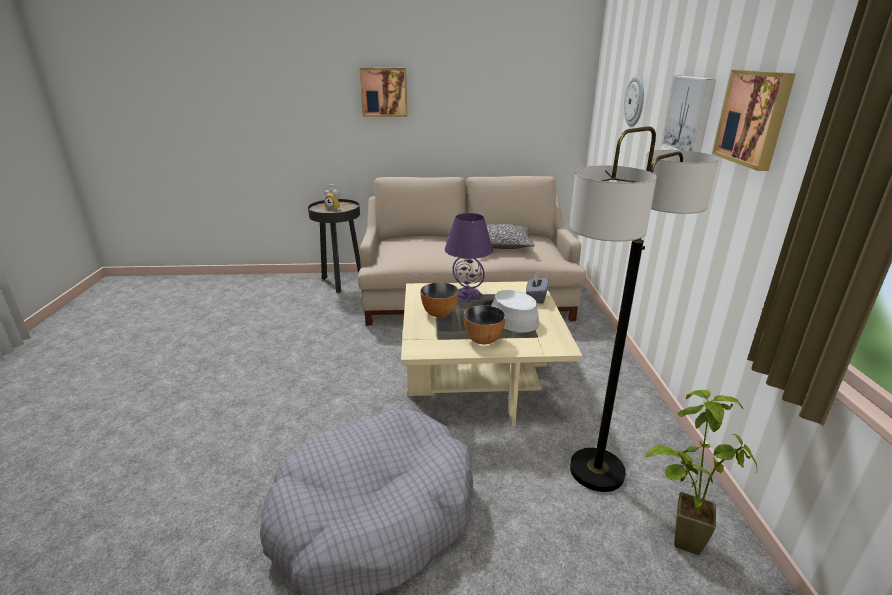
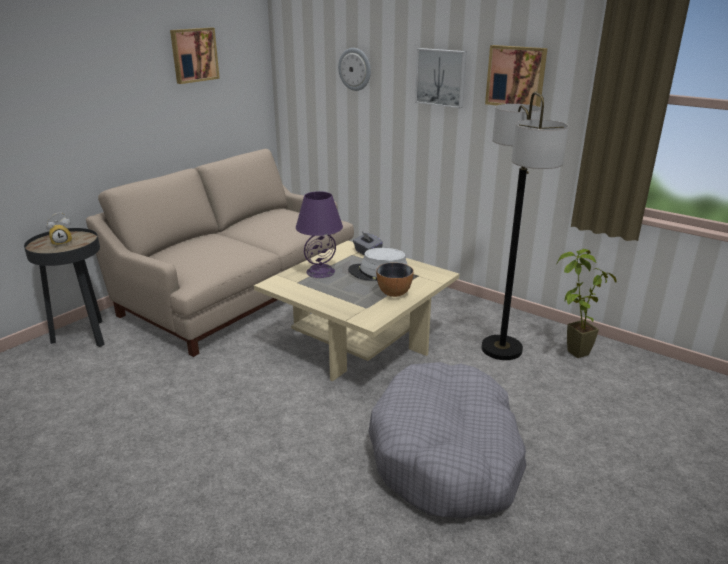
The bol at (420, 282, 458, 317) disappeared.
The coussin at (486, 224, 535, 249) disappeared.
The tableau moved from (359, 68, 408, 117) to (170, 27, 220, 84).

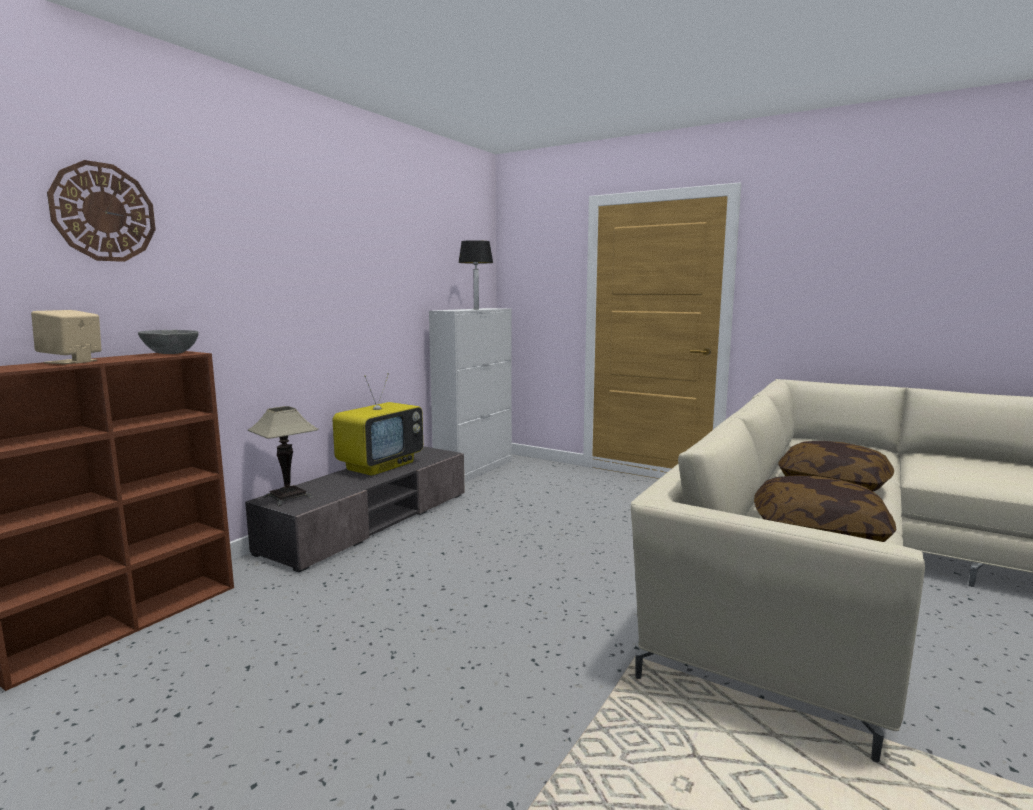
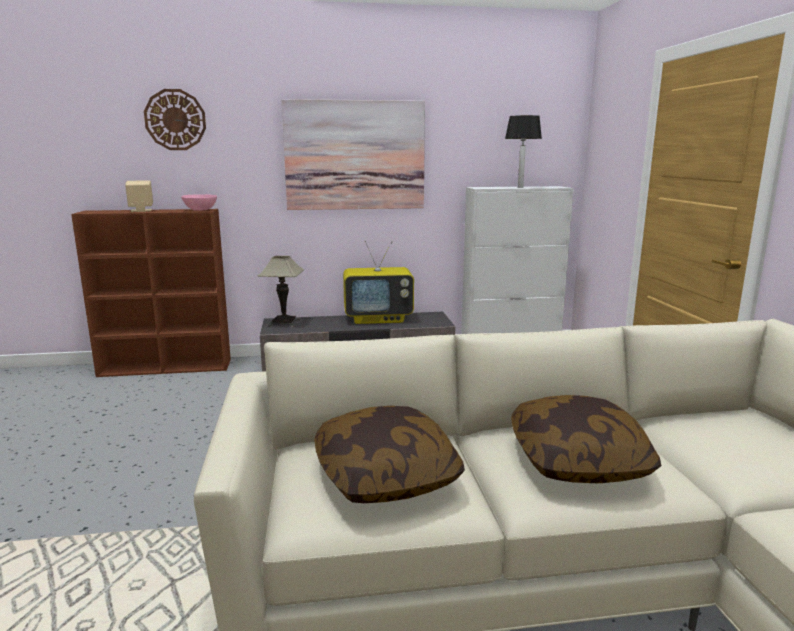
The tableau at (282, 99, 425, 210) appeared.
The bol/gris at (138, 330, 198, 354) became the bol/rose at (181, 194, 217, 211).

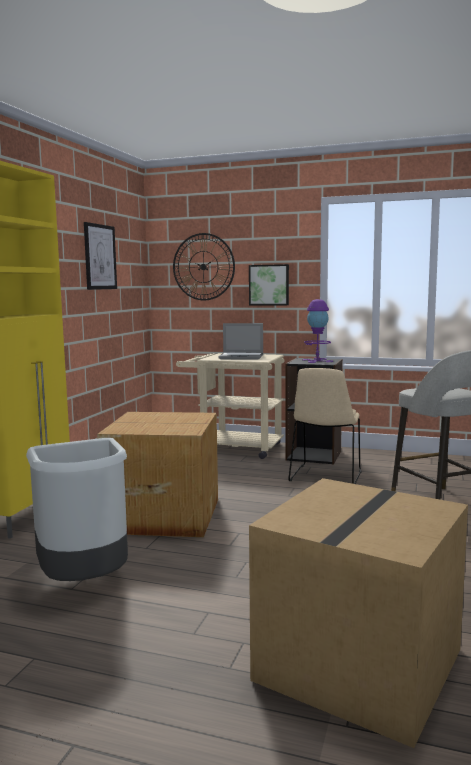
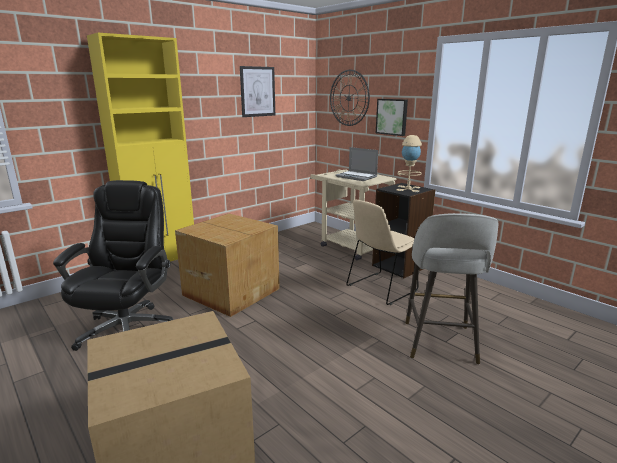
The poubelle/gris at (26, 438, 128, 581) was replaced by the chaise de bureau/noir at (53, 180, 173, 351).
The lampe de table/violet at (302, 299, 333, 363) became the lampe de table/beige at (396, 135, 422, 192).

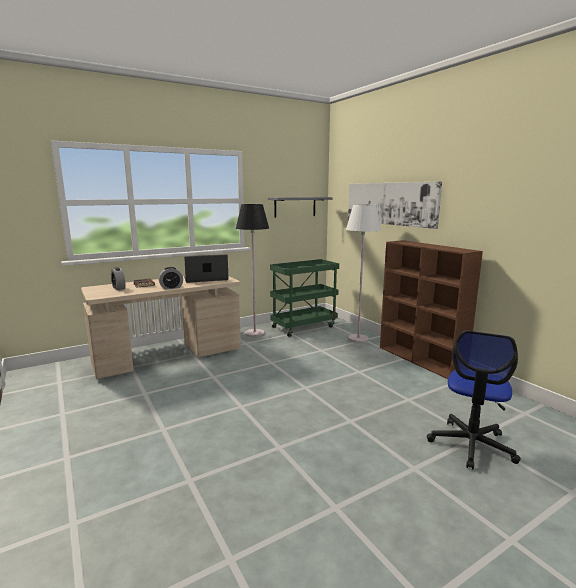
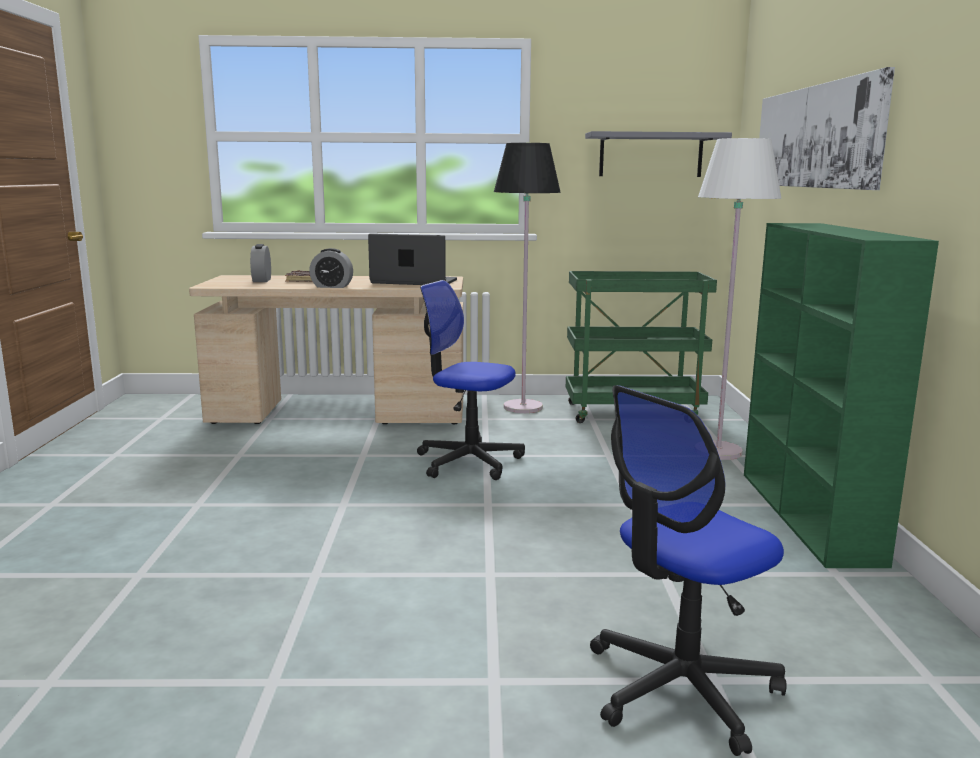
The chaise de bureau at (417, 280, 525, 480) appeared.
The bibliothèque/marron at (380, 240, 483, 379) became the bibliothèque/vert at (744, 223, 939, 568).

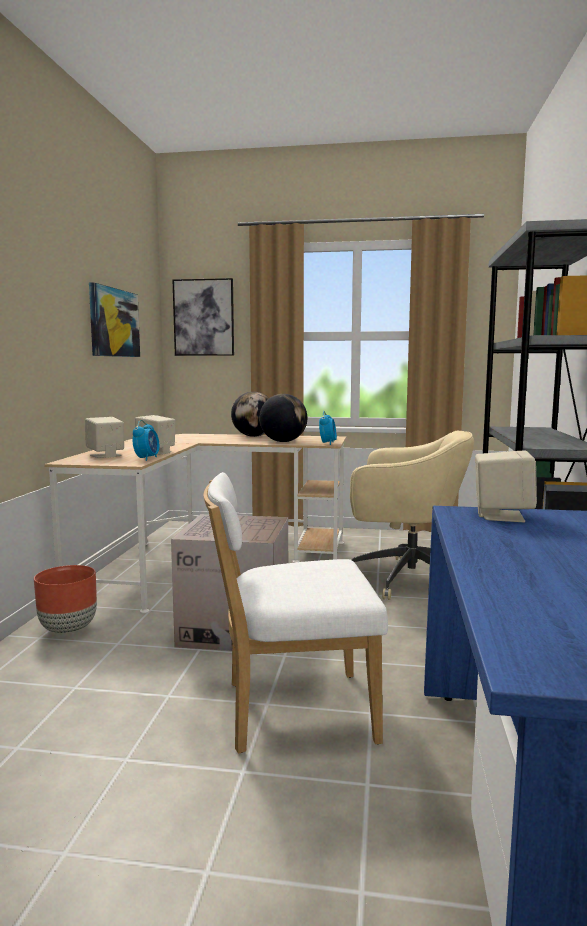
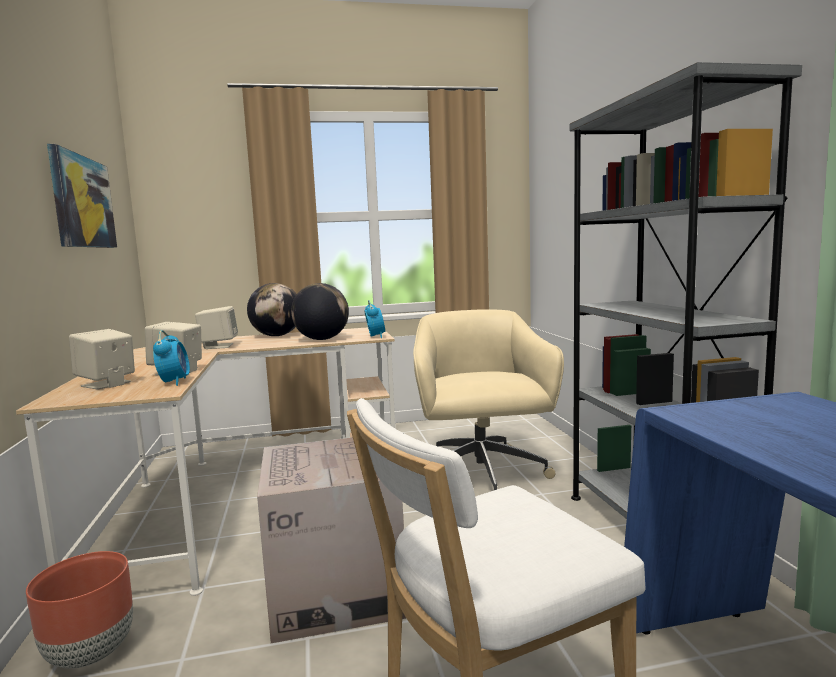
The tableau at (173, 278, 234, 356) disappeared.
The enceinte/beige moved from (475, 451, 537, 522) to (195, 306, 238, 349).
The chaise de bureau/beige at (350, 431, 474, 600) turned 90 degrees counterclockwise.

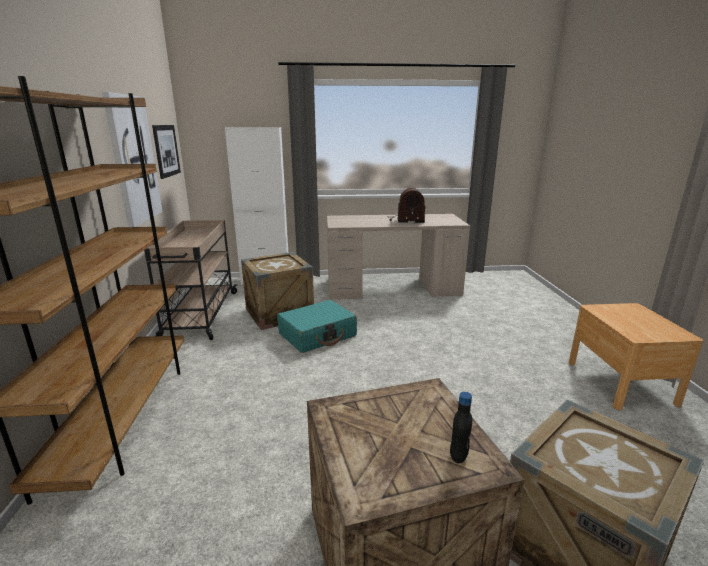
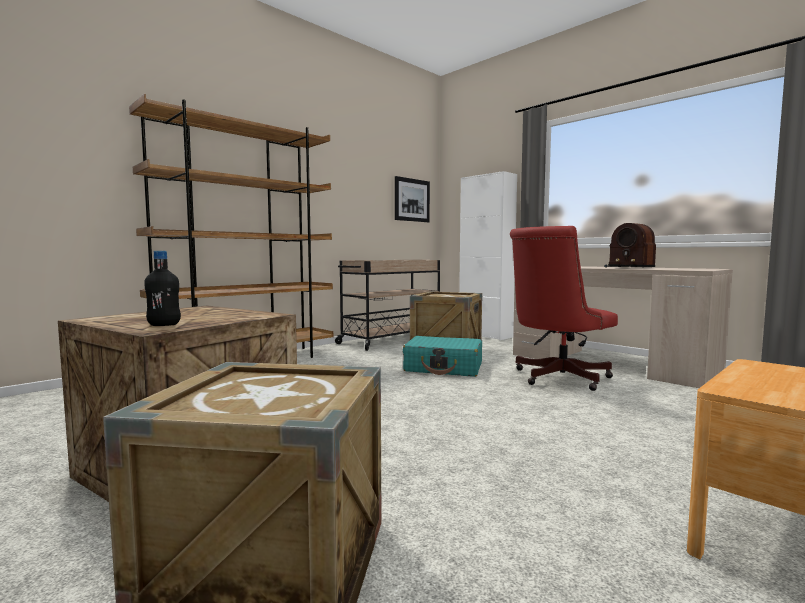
The tableau at (102, 92, 163, 227) disappeared.
The chaise de bureau/rouge at (510, 226, 618, 391) appeared.

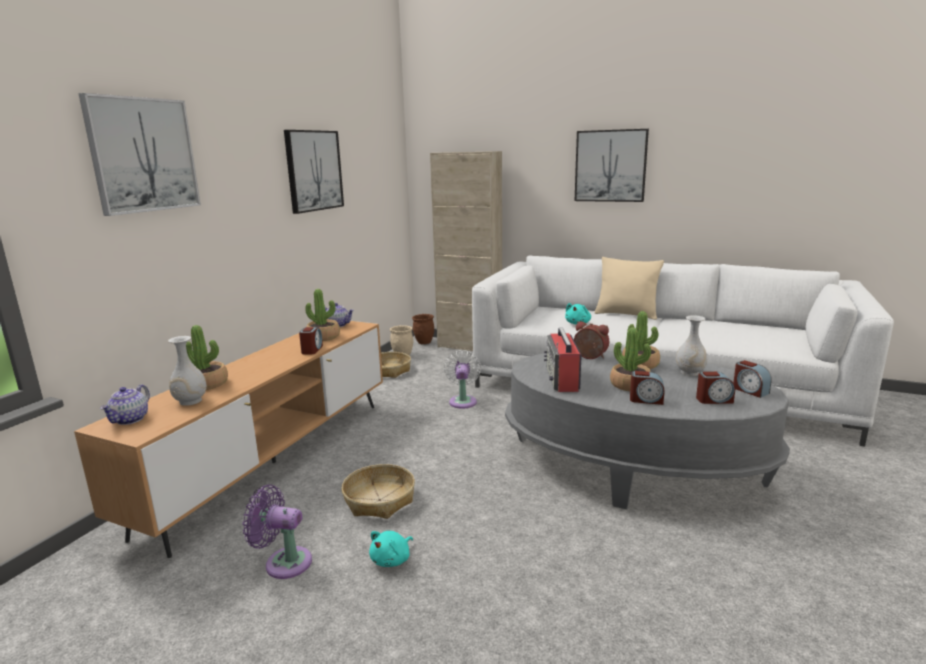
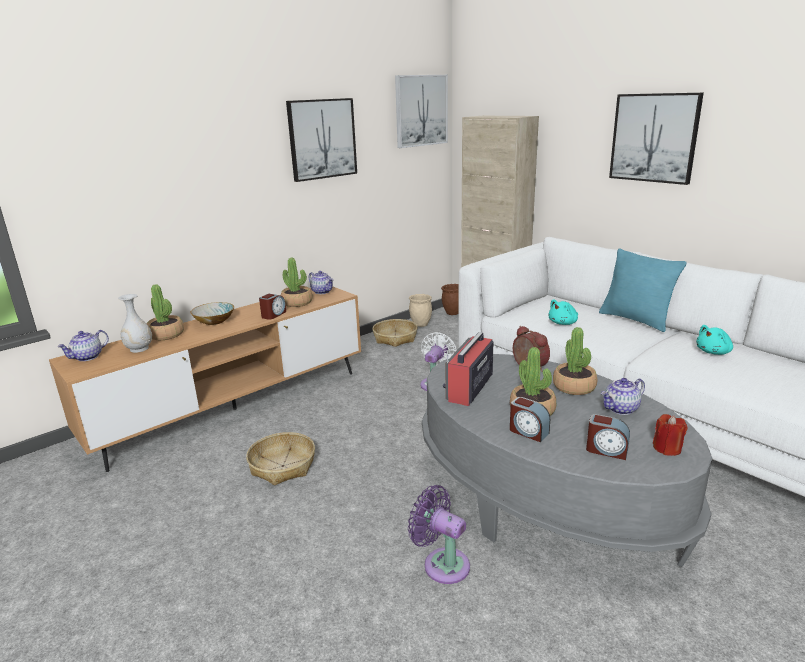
The bol at (190, 302, 234, 325) appeared.
The tableau moved from (78, 93, 201, 216) to (395, 75, 448, 148).
The ventilateur/violet moved from (243, 485, 312, 579) to (408, 485, 470, 584).
The peluche/turquoise moved from (369, 531, 413, 567) to (696, 325, 733, 355).
The vase/blanc at (676, 315, 707, 376) was replaced by the théière at (601, 378, 645, 415).
The réveil at (733, 360, 772, 398) was replaced by the bougie/rouge at (653, 414, 687, 456).
The coussin/beige at (595, 257, 664, 320) became the coussin/turquoise at (599, 248, 687, 332).

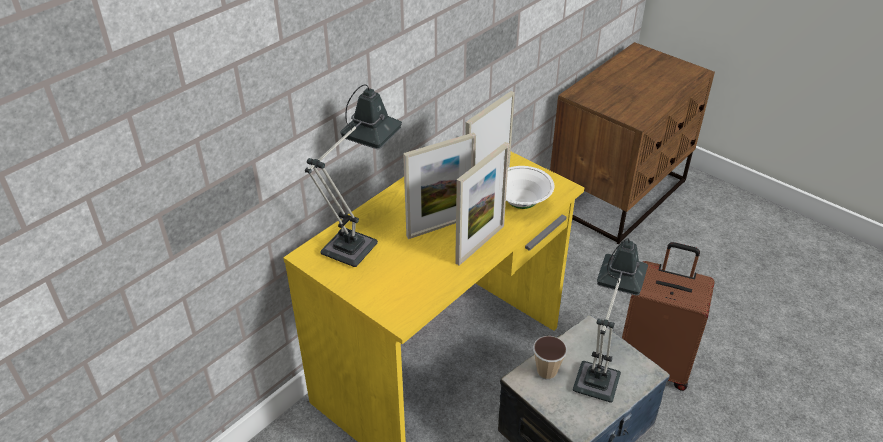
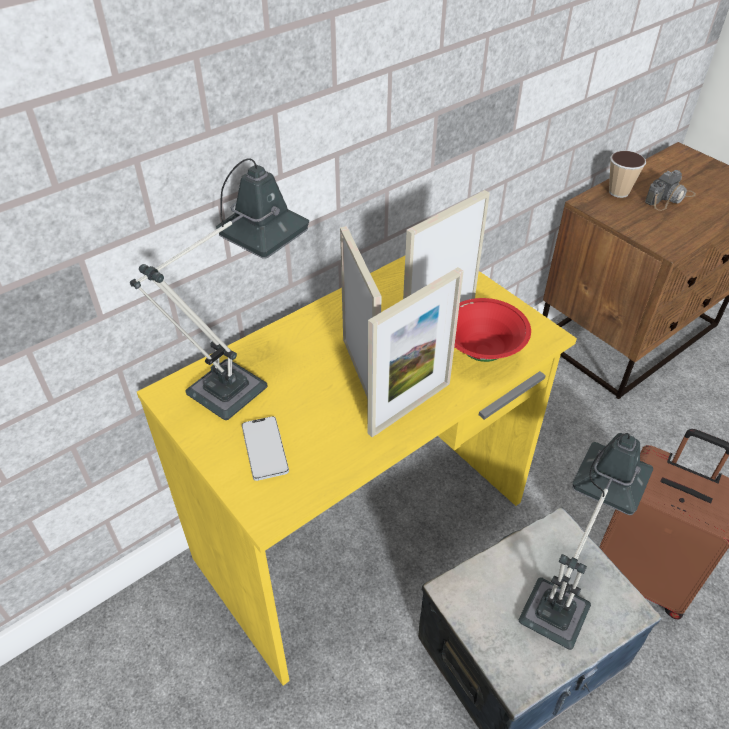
The téléphone at (242, 416, 289, 481) appeared.
The appareil photo at (645, 170, 696, 211) appeared.
The tasse moved from (533, 336, 567, 380) to (609, 151, 646, 198).
The bol/blanc at (506, 166, 554, 209) became the bol/rouge at (454, 298, 531, 362).
The cadre photo at (403, 132, 476, 239) turned 90 degrees counterclockwise.

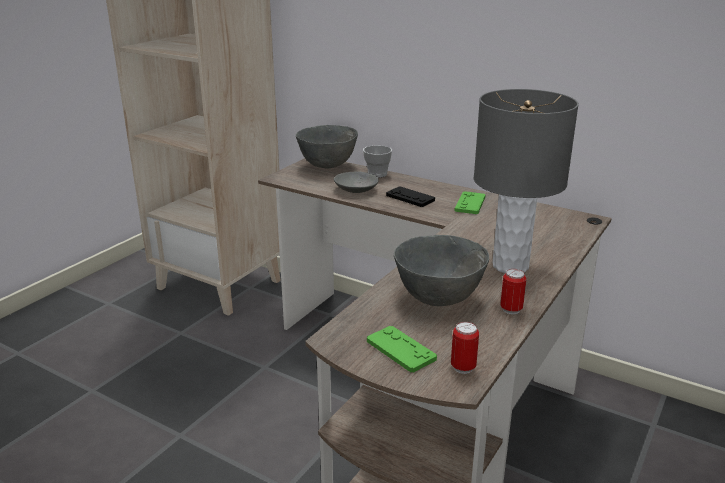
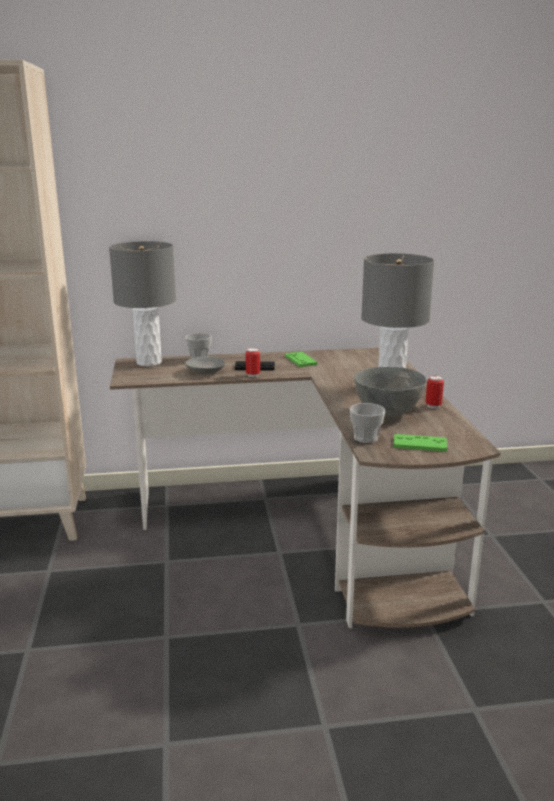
The tasse at (350, 403, 385, 443) appeared.
The boîte métallique moved from (451, 322, 479, 374) to (246, 348, 260, 377).
The bol/gris at (296, 125, 358, 168) was replaced by the lampe de table/gris at (109, 241, 176, 366).

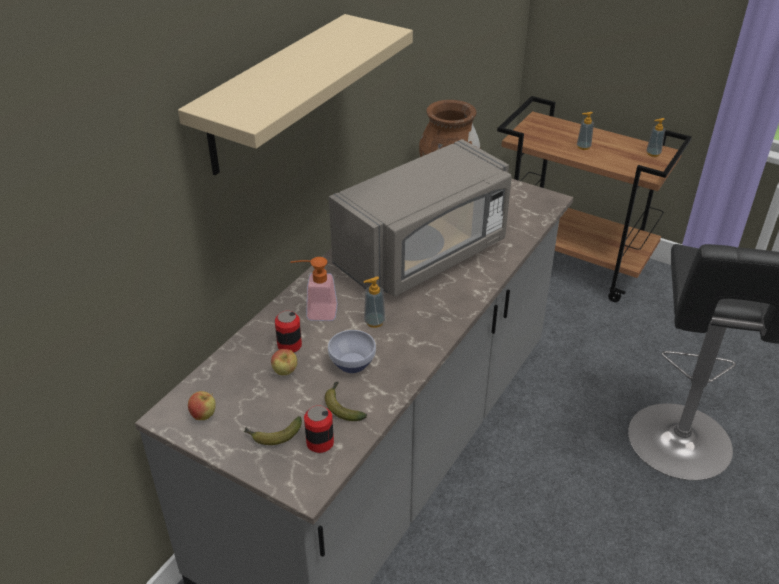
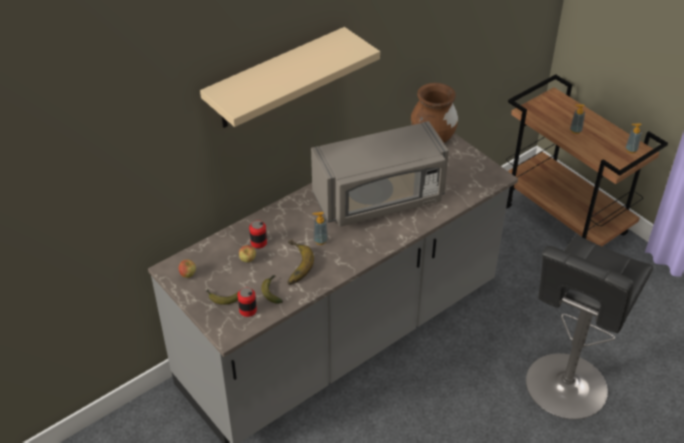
The distributeur de savon at (290, 257, 337, 321) disappeared.
The bol at (328, 330, 376, 373) was replaced by the banane at (287, 240, 314, 285).

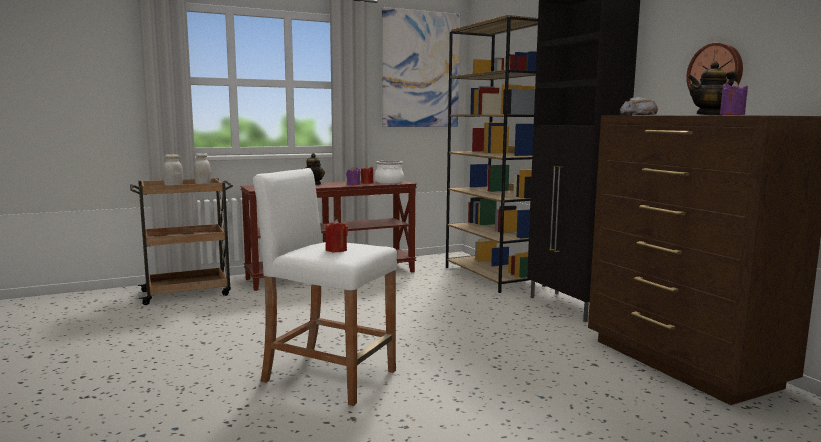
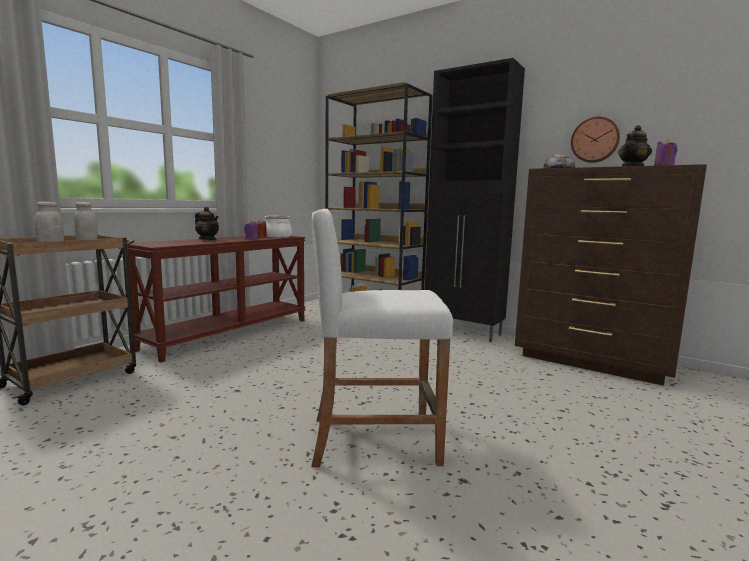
The bougie/rouge at (325, 219, 348, 252) disappeared.
The tableau at (382, 7, 460, 127) disappeared.

